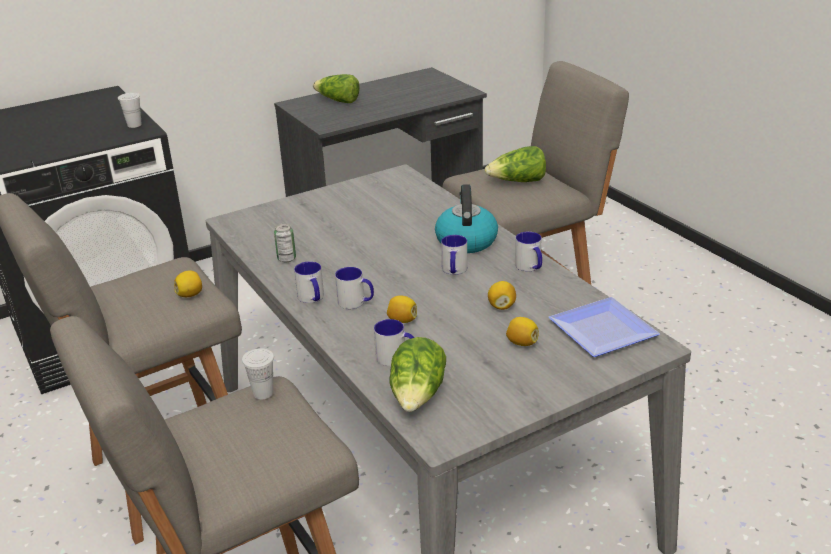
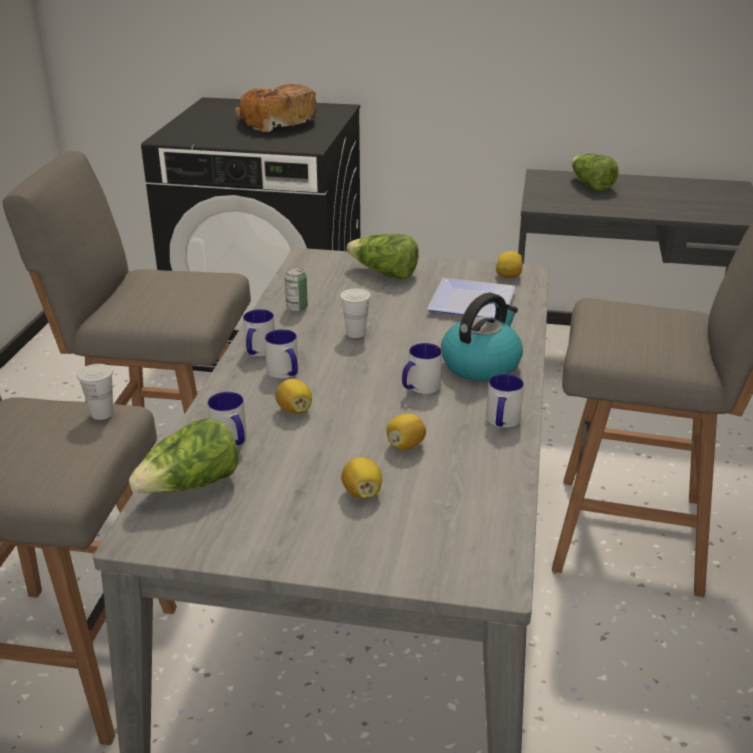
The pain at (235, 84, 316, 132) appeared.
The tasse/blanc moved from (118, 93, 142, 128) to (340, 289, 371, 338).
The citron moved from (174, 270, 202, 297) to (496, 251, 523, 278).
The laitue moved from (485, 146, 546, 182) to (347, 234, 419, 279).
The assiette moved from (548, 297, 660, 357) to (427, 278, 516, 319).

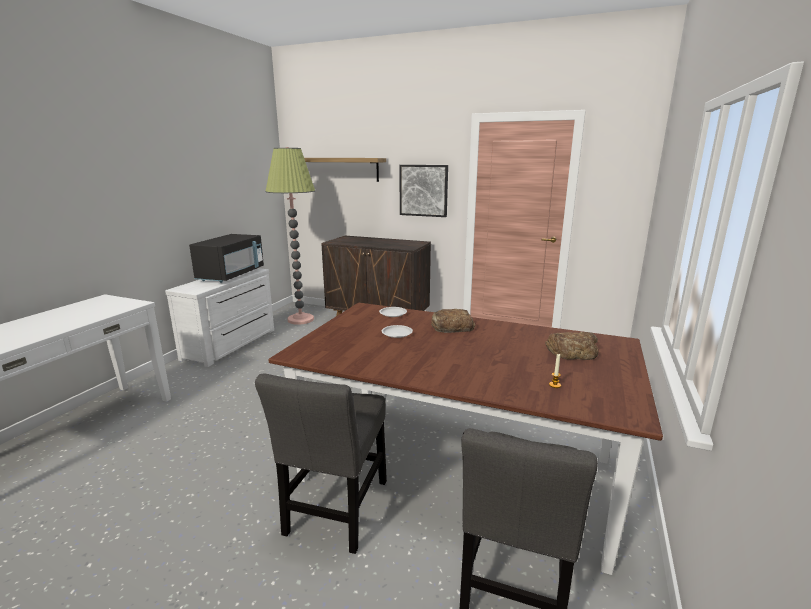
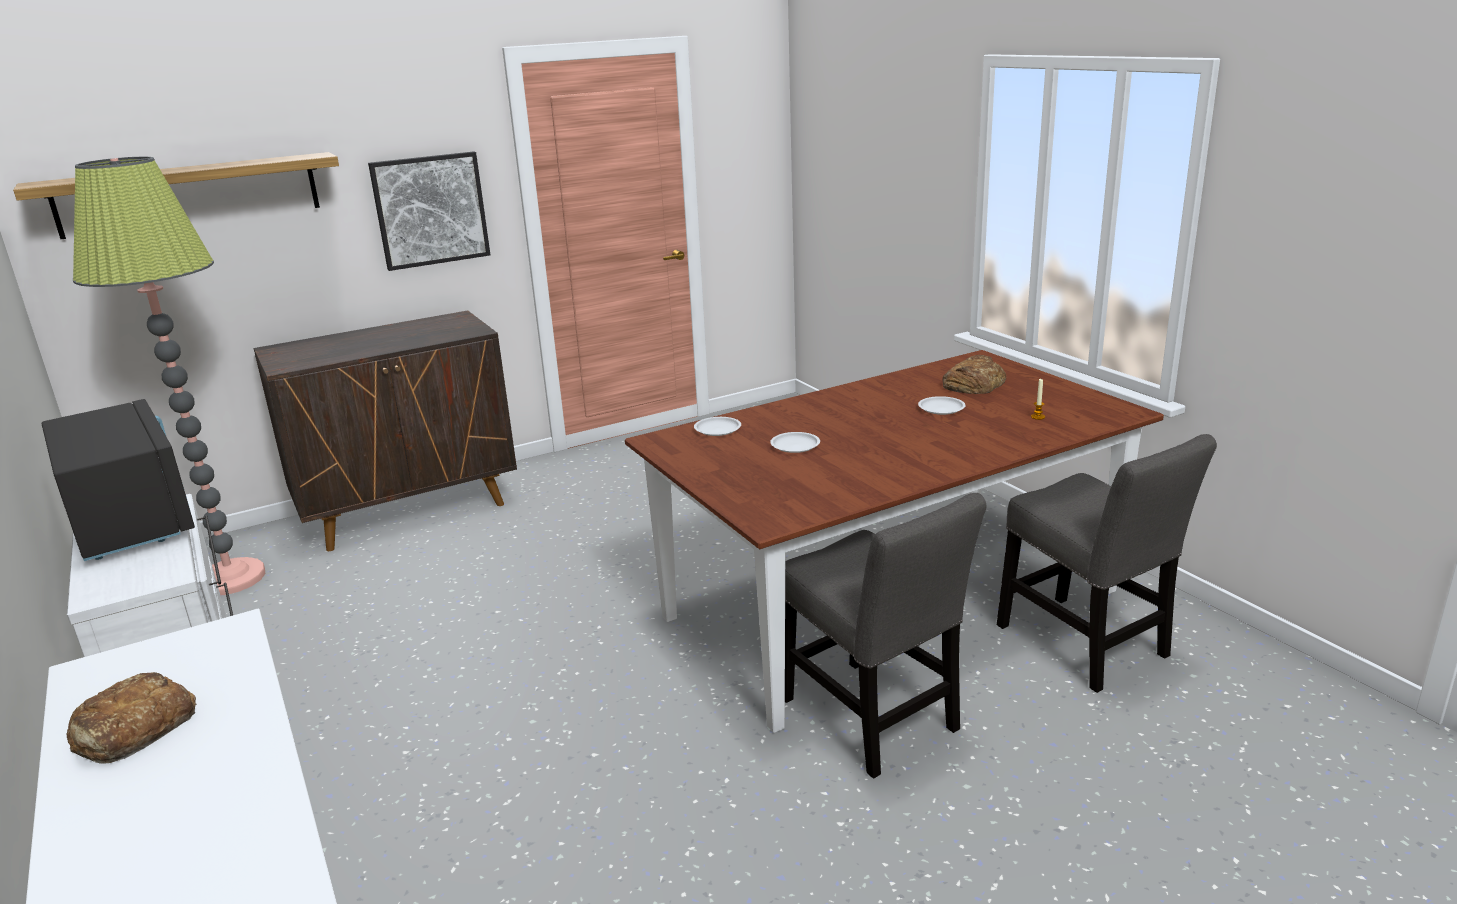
The assiette/blanc at (918, 396, 966, 415) appeared.
The pain moved from (431, 309, 475, 333) to (67, 672, 196, 763).

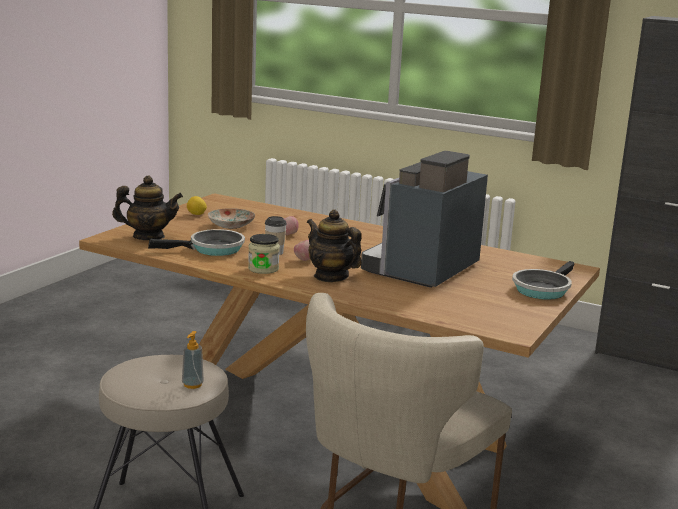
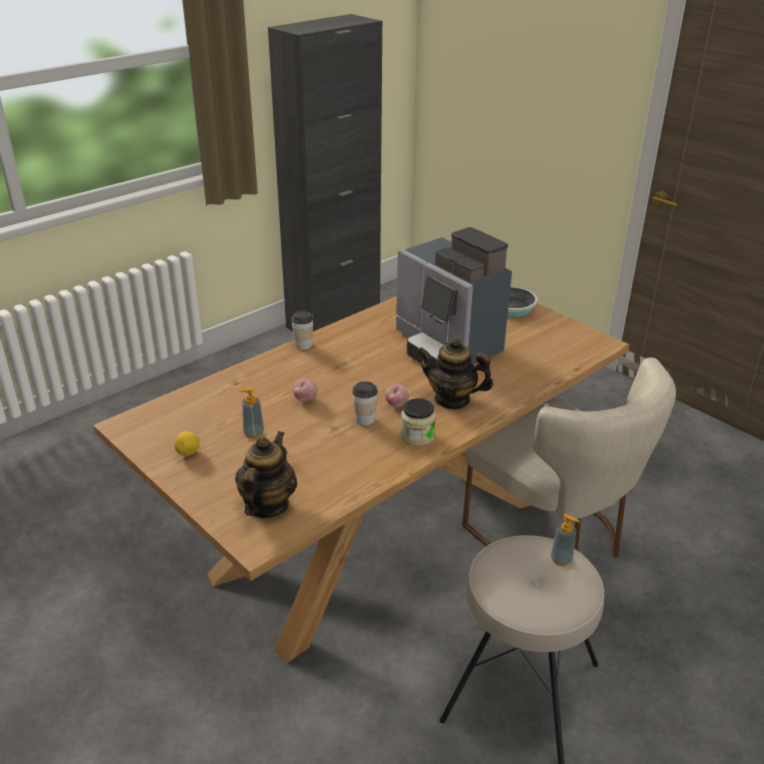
The poêle at (148, 229, 245, 256) disappeared.
The tasse at (291, 310, 314, 350) appeared.
The assiette at (208, 208, 255, 229) was replaced by the distributeur de savon at (239, 387, 264, 439).
The théière at (307, 209, 362, 282) turned 45 degrees clockwise.

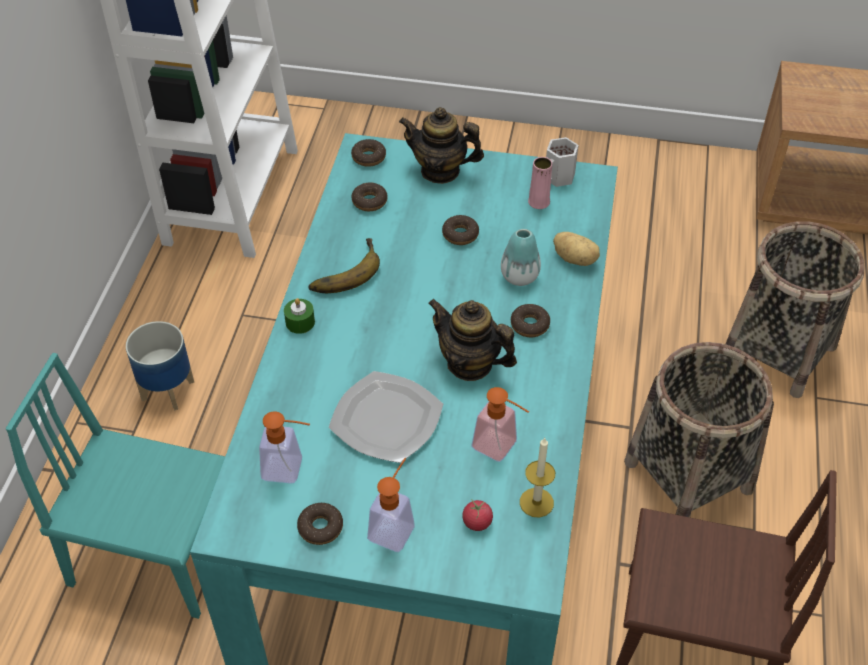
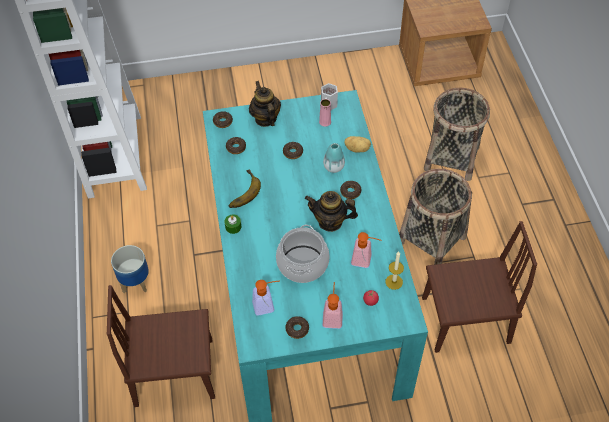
The assiette at (329, 371, 443, 463) was replaced by the marmite at (276, 225, 330, 283).
The chaise/turquoise at (5, 353, 225, 619) became the chaise/marron at (107, 285, 215, 407).
The théière at (399, 107, 484, 184) turned 75 degrees clockwise.

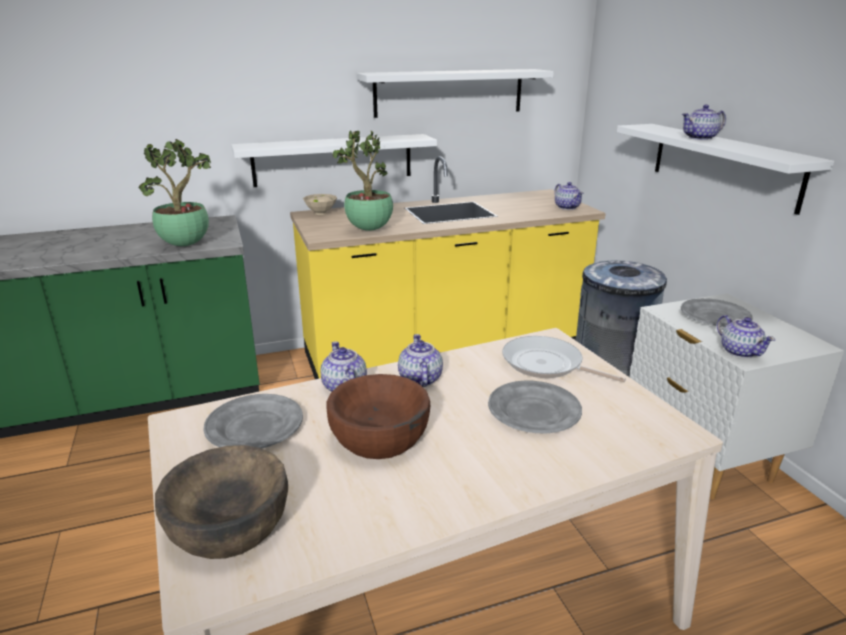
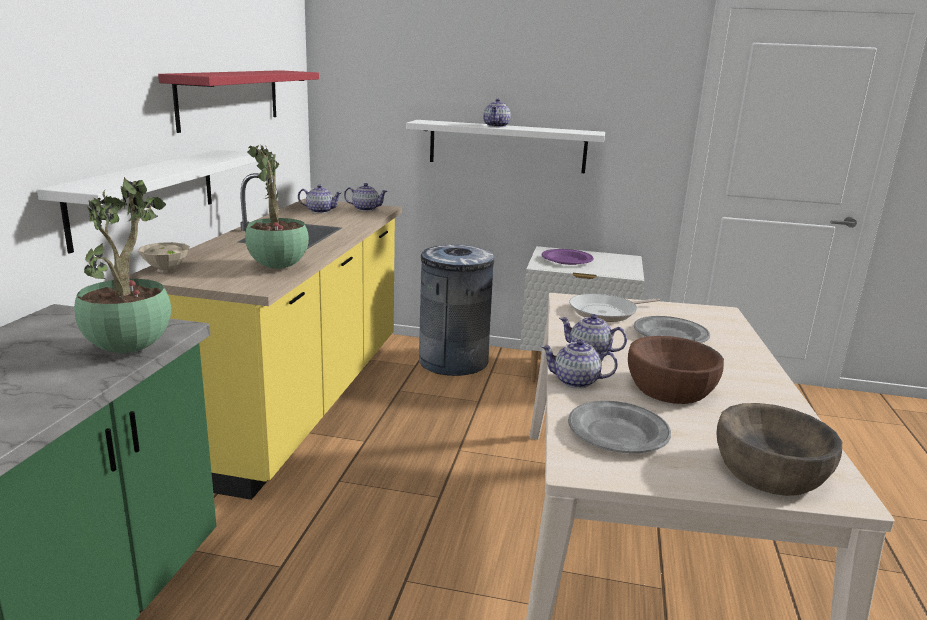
The théière moved from (717, 315, 775, 358) to (298, 185, 342, 213).
The étagère/blanc at (357, 69, 554, 118) became the étagère/rouge at (158, 70, 319, 133).
The assiette/gris at (681, 298, 753, 327) became the assiette/violet at (542, 249, 594, 265).

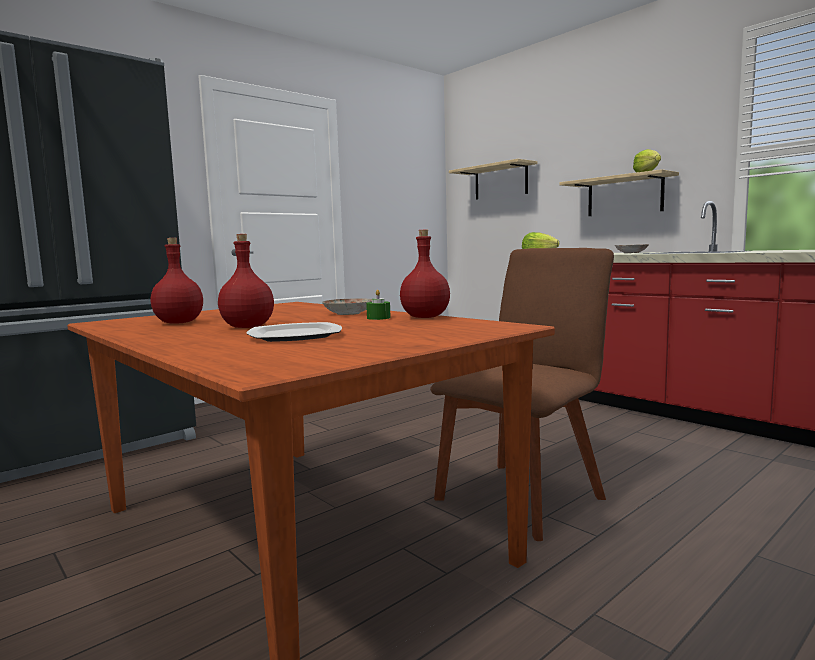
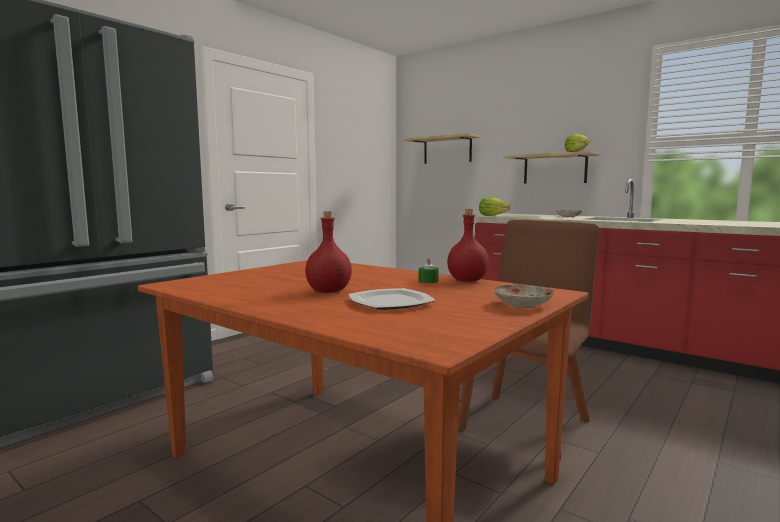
The bouteille/rouge at (151, 238, 203, 324) disappeared.
The assiette moved from (322, 298, 372, 315) to (493, 285, 555, 308).

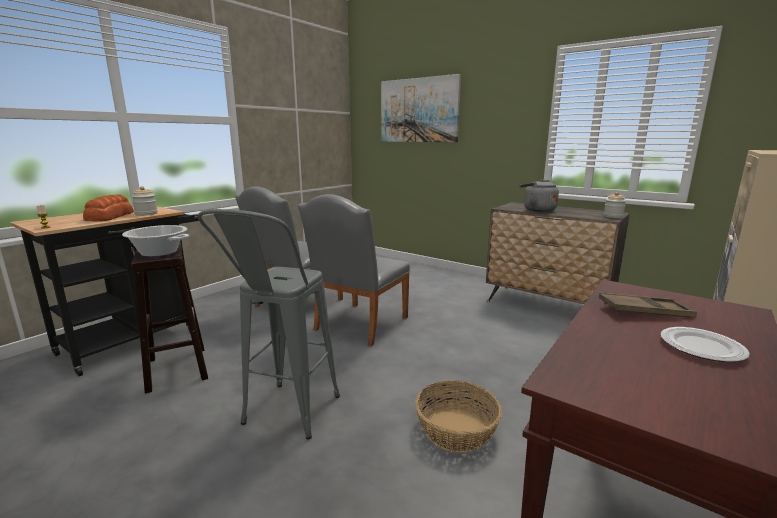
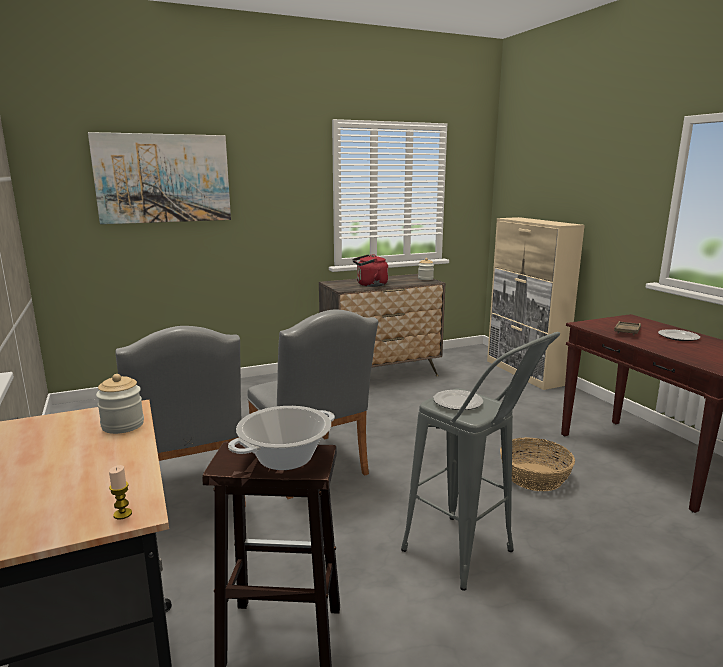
The pain at (83, 194, 134, 221) disappeared.
The assiette at (433, 390, 483, 410) appeared.
The bouilloire/gris at (520, 179, 559, 212) became the bouilloire/rouge at (352, 254, 388, 287).

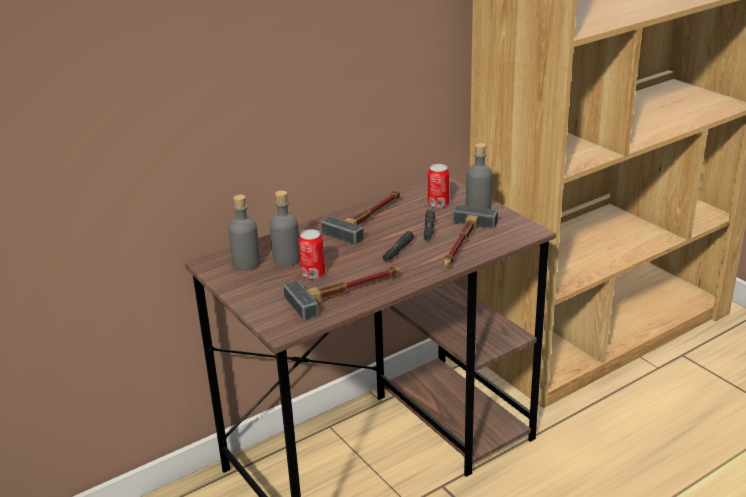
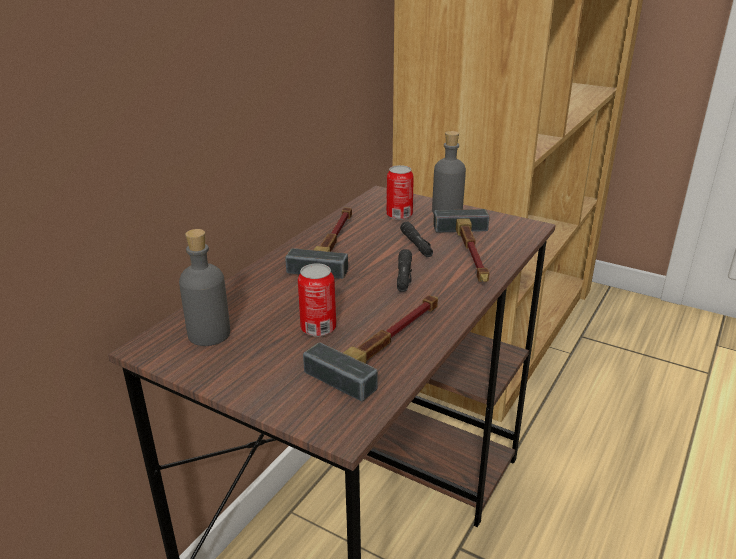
The bouteille/gris at (270, 191, 300, 266) disappeared.

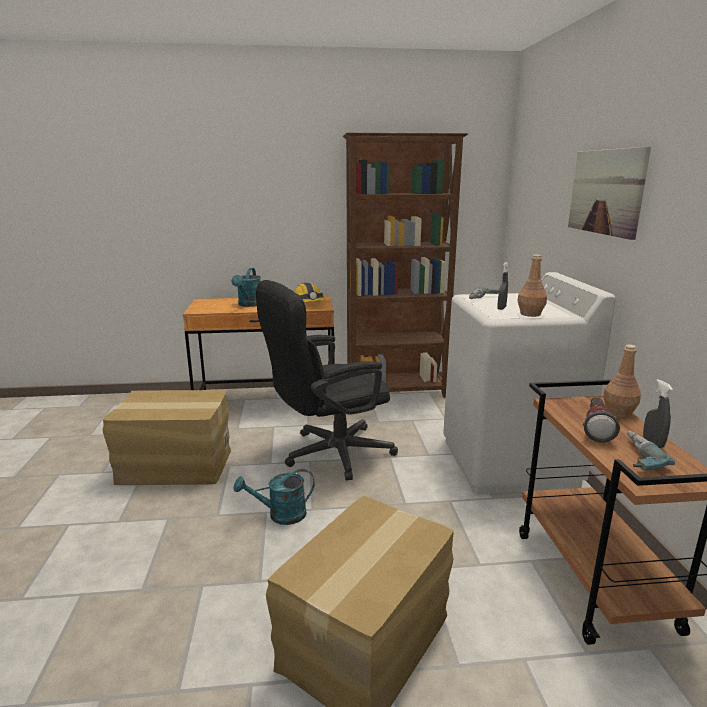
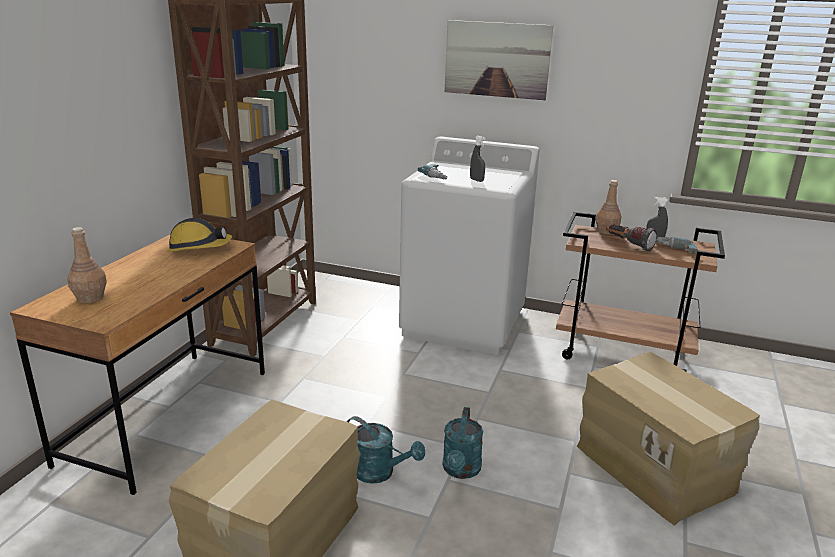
The chaise de bureau/noir at (256, 280, 398, 481) disappeared.
The arrosoir/turquoise moved from (231, 268, 261, 307) to (347, 416, 426, 484).
The bouteille/marron moved from (517, 254, 547, 317) to (67, 227, 107, 303).

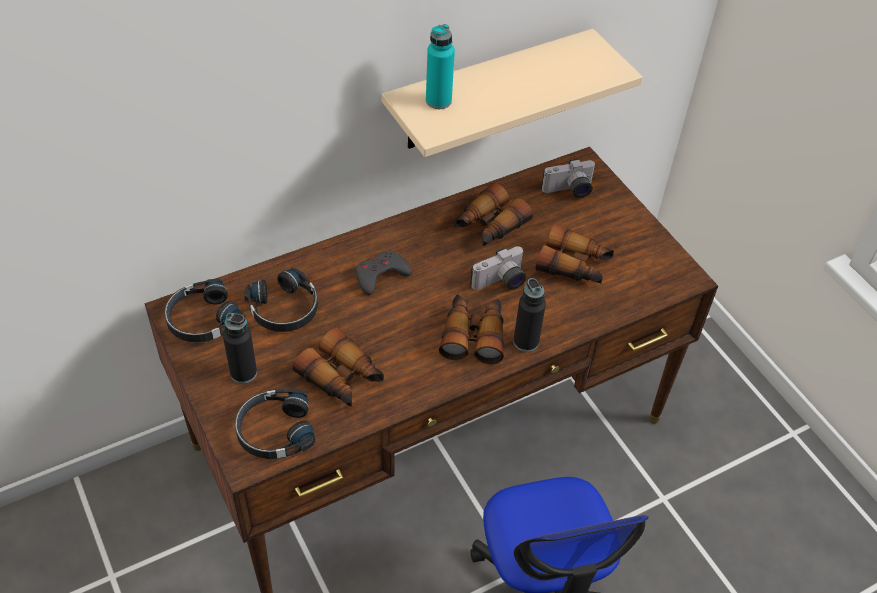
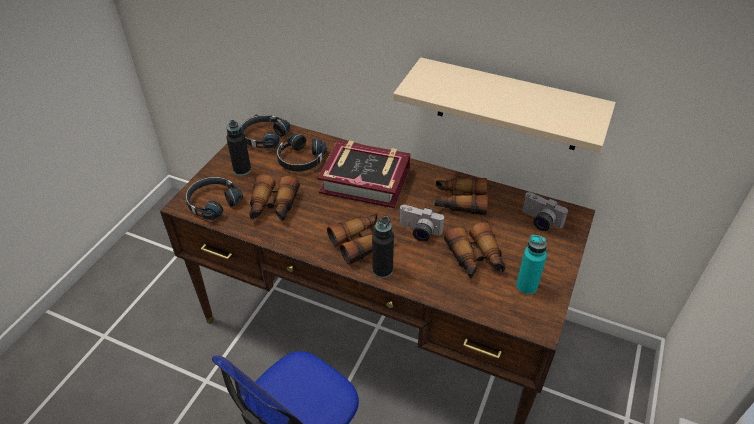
The bouteille/turquoise moved from (426, 24, 455, 109) to (516, 235, 547, 295).
The manette/gris at (356, 251, 413, 295) was replaced by the livre at (317, 140, 411, 208).

